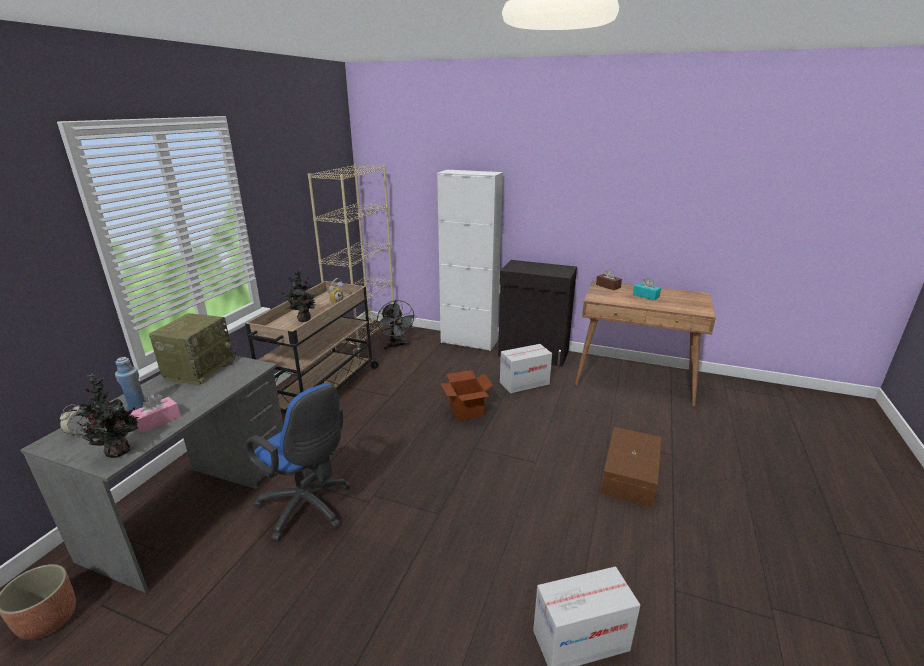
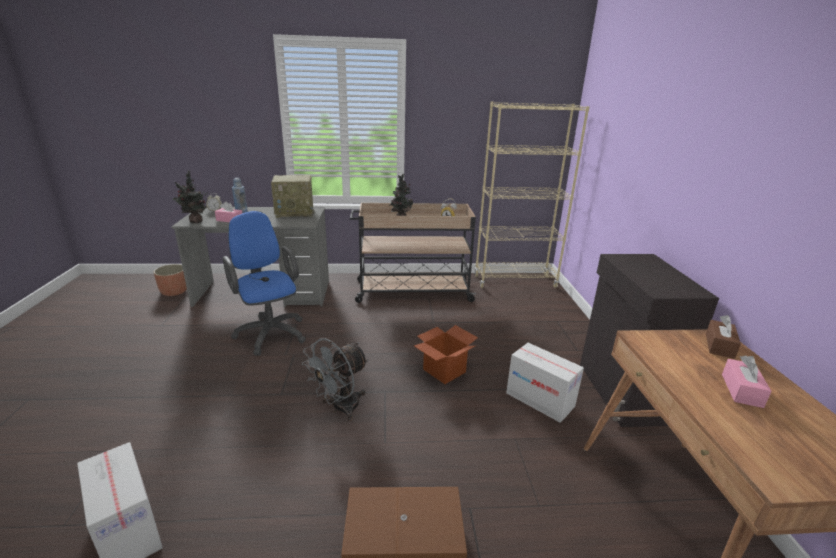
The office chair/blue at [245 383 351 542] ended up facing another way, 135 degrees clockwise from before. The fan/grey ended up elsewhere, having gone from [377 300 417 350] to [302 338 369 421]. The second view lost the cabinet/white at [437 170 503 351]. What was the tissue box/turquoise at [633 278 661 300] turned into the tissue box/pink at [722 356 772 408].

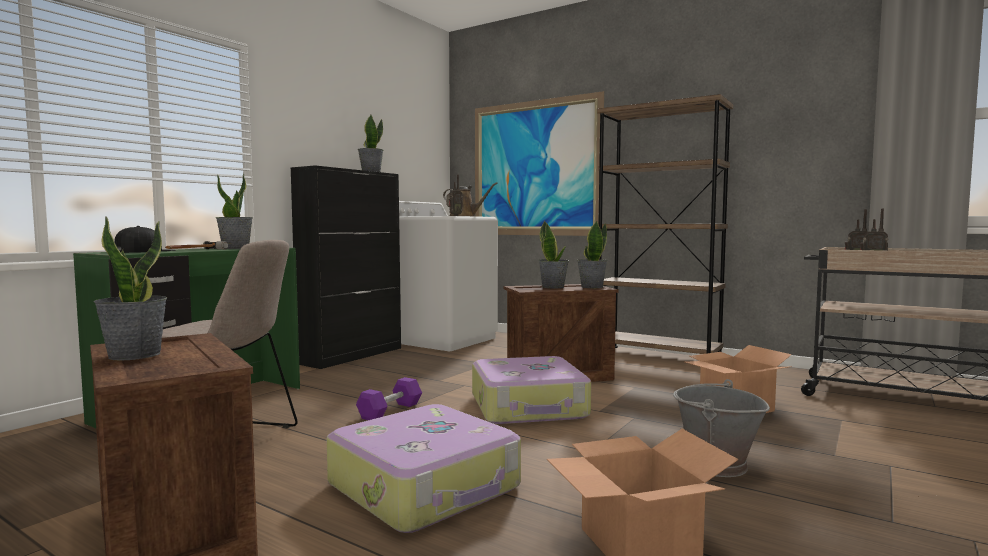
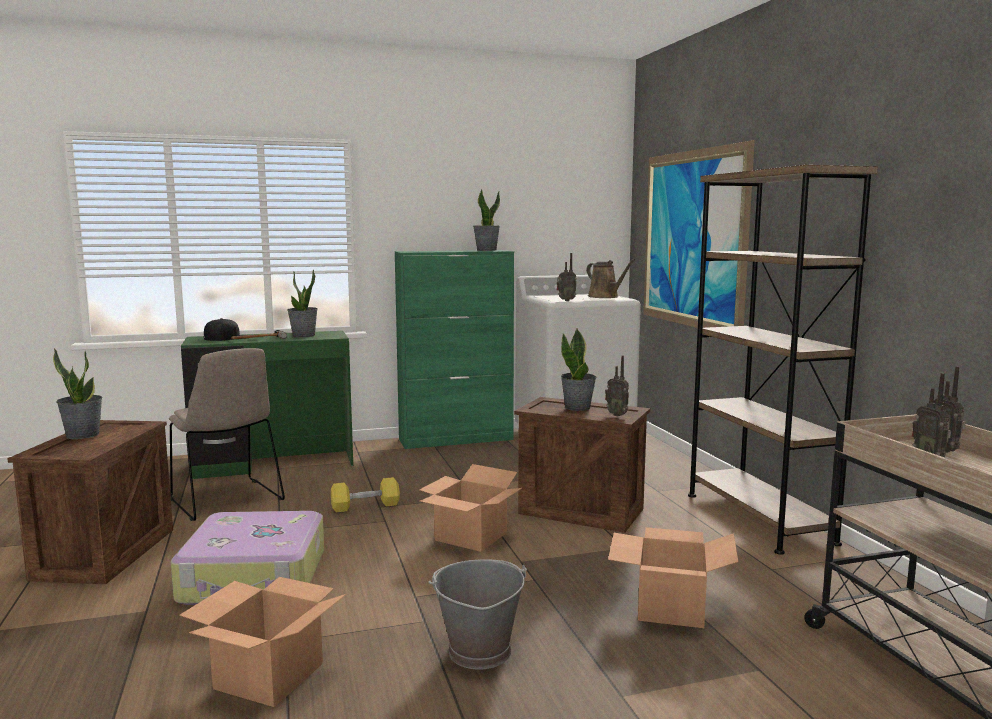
What was the cabinet/black at [291 165 401 369] turned into the cabinet/green at [395 250 514 449]. What was the dumbbell/purple at [356 377 422 420] turned into the dumbbell/yellow at [331 477 400 512]. Where the suitcase stood at [472 356 591 424], the cardboard box came to stand at [419 464 522 552]. Where the potted plant stood at [577 220 608 288], the radio came to stand at [605 355 629 416].

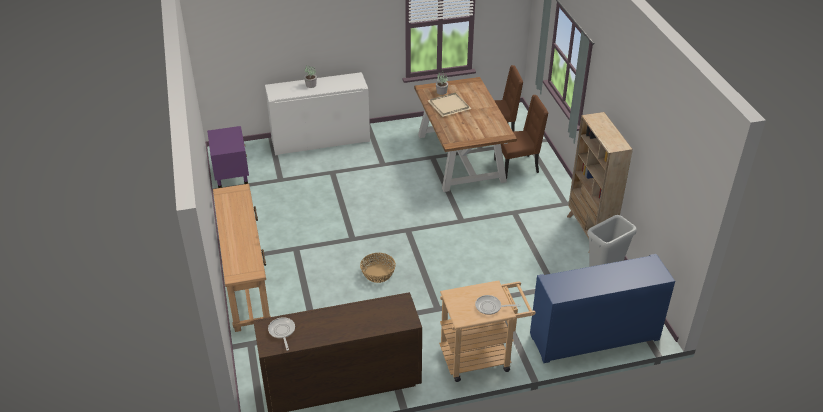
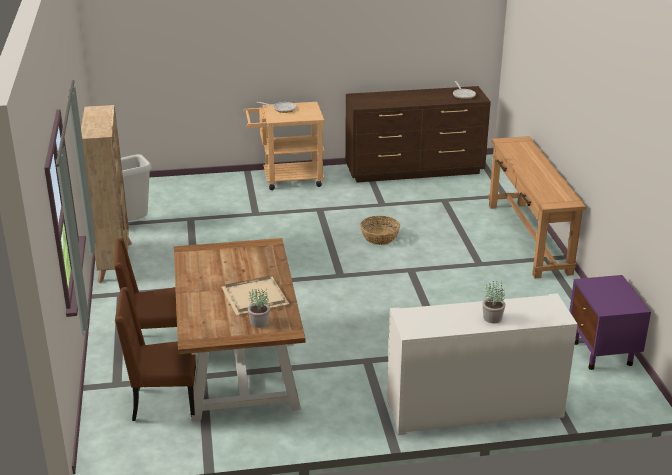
The second view lost the cabinet/blue at [530 254 675 363].

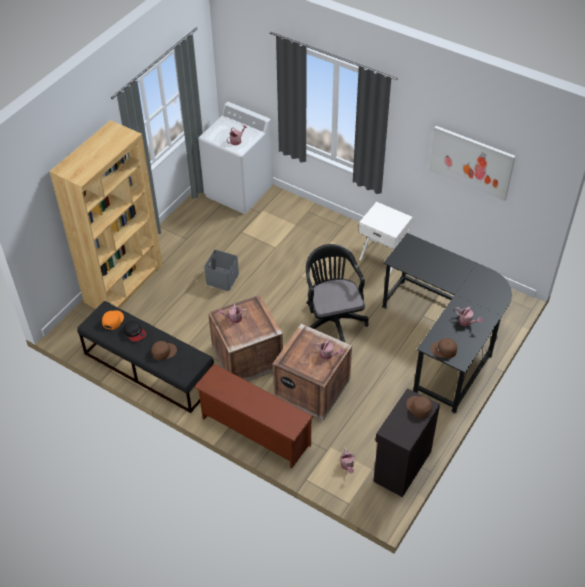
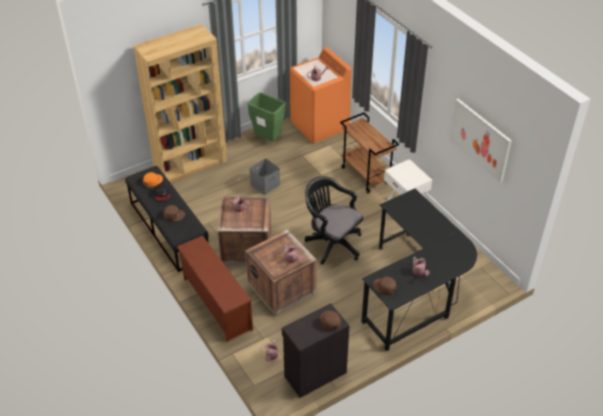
What was the washing machine/white at [198 102 273 214] turned into the washing machine/orange at [290 47 352 143]. The office chair/black at [306 244 369 342] ended up facing another way, 60 degrees counterclockwise from before. The second view gained the trash can/green at [247 92 286 141]. The second view gained the cart/brown at [340 112 399 193].

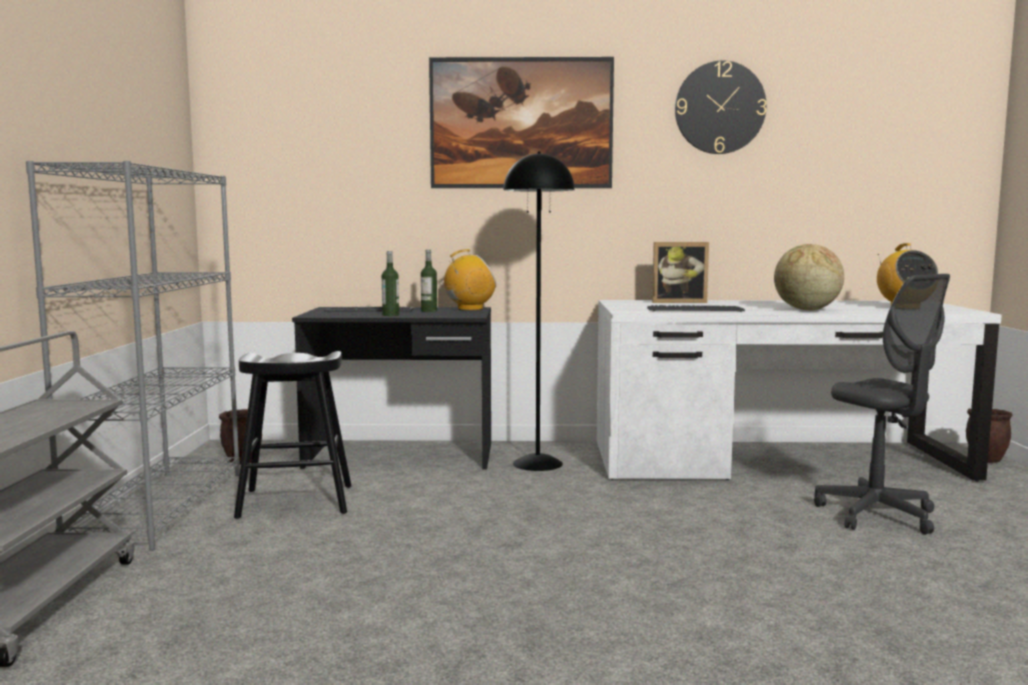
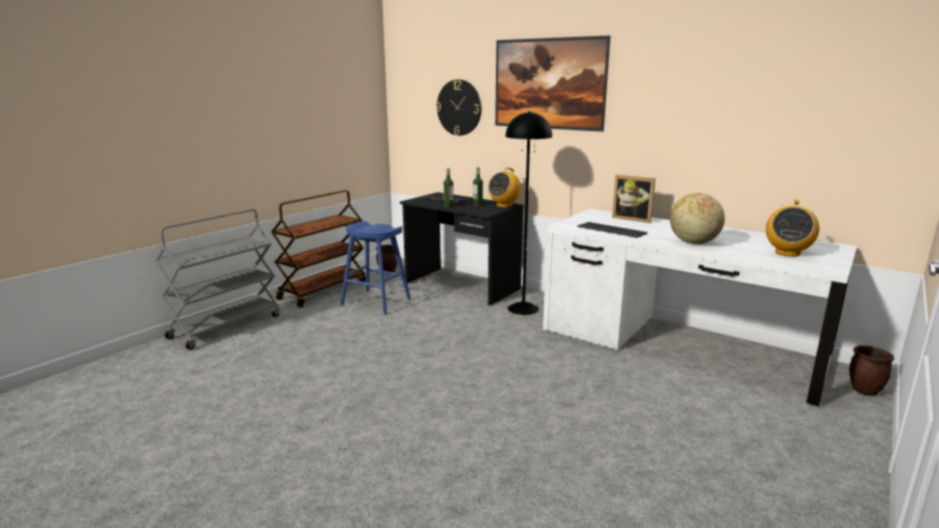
Where the bookcase/grey stood at [26 161 240 551], the cart/brown came to stand at [271 190 366 308]. What was the stool/black at [234 351 351 519] turned into the stool/blue at [340 221 411 315]. The radio at [444 249 496 311] ended up facing another way, 120 degrees clockwise from before. The wall clock ended up elsewhere, having gone from [675 61 767 154] to [436 80 482 136]. The second view lost the office chair/grey at [814 274 950 535].

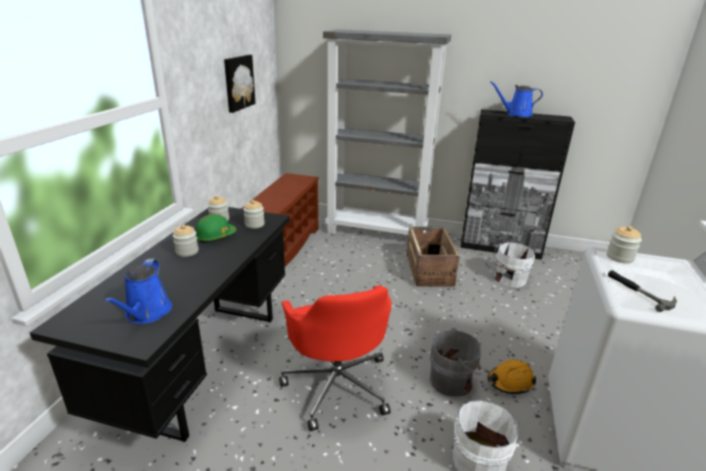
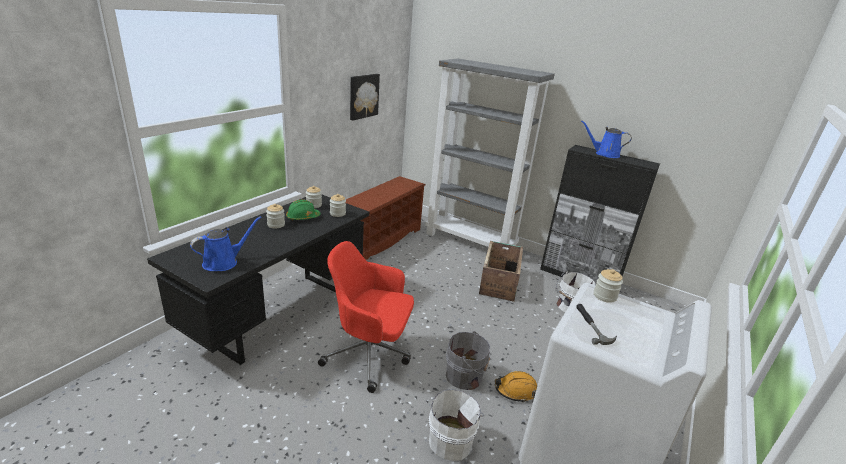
The watering can/blue at [104 259 172 324] ended up facing another way, 150 degrees counterclockwise from before. The office chair/red at [279 285 392 431] ended up facing another way, 105 degrees clockwise from before.

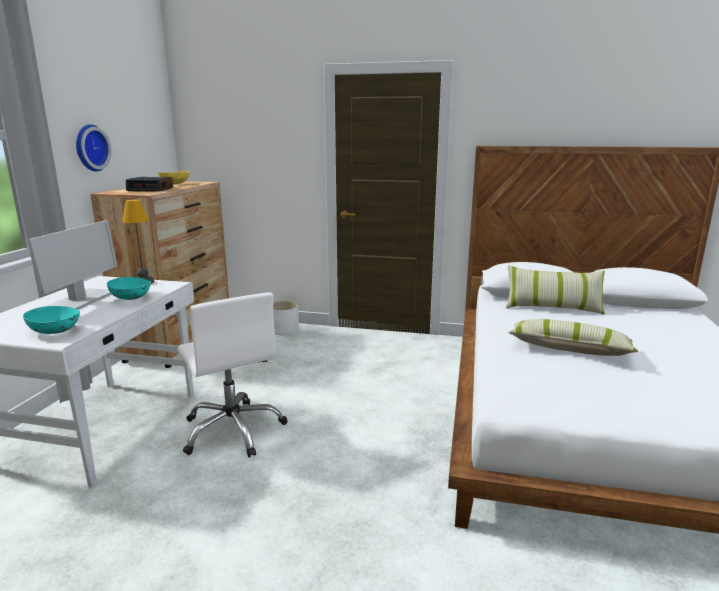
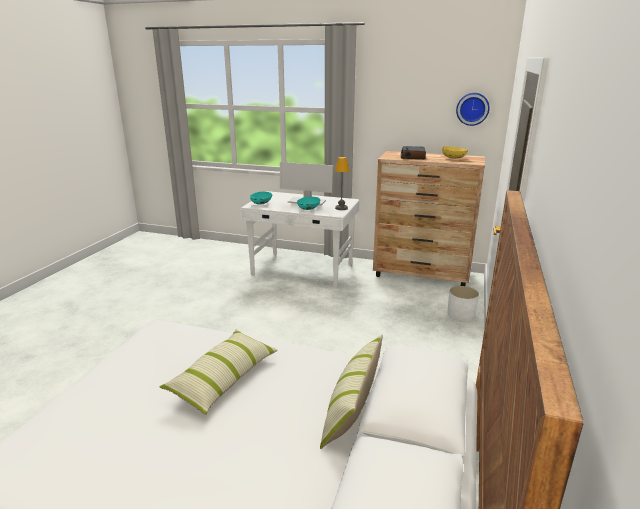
The wall clock ended up elsewhere, having gone from [76 124 111 171] to [456 93 490 126]. The second view lost the office chair/white at [177 292 287 457].

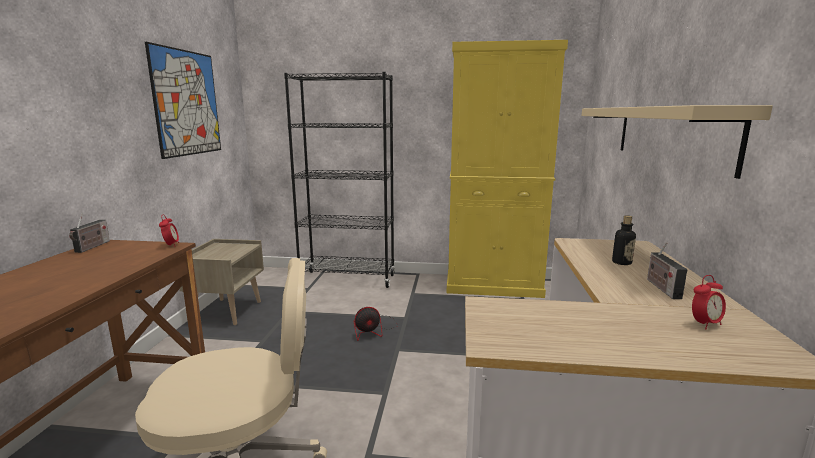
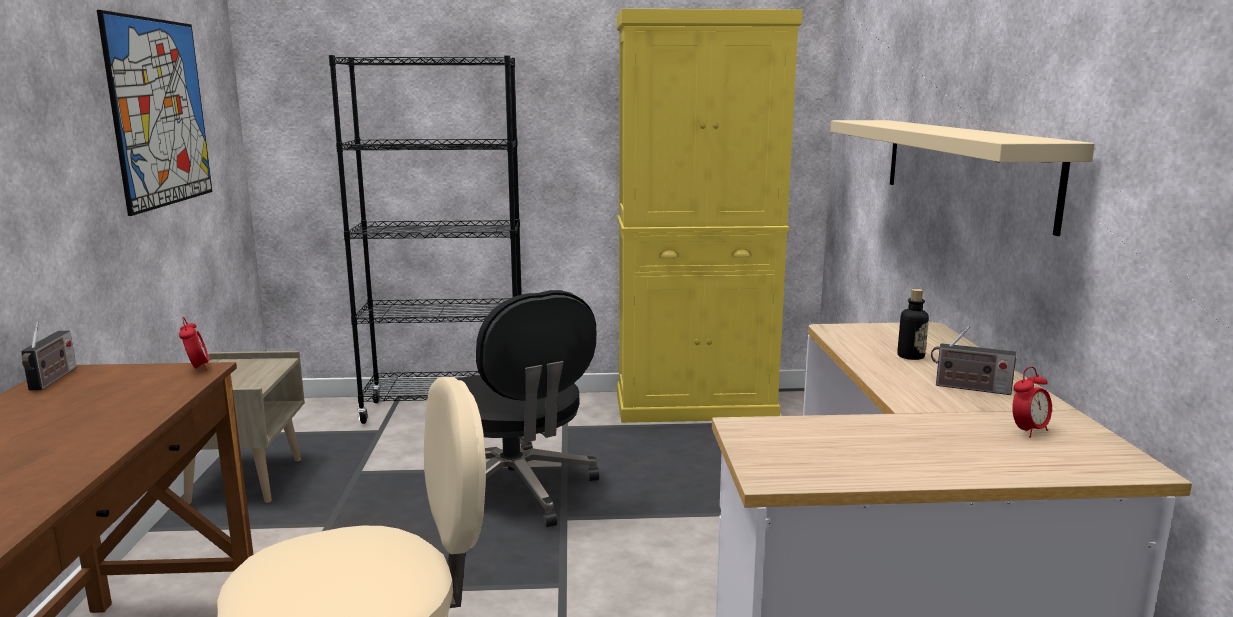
Where the fan stood at [354 307 398 341], the office chair/black came to stand at [457 290 599 527]. The radio at [647 242 687 299] ended up facing another way, 60 degrees counterclockwise from before.

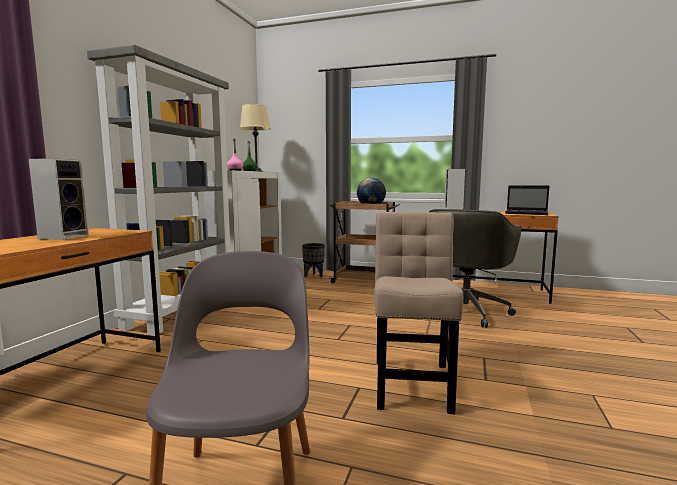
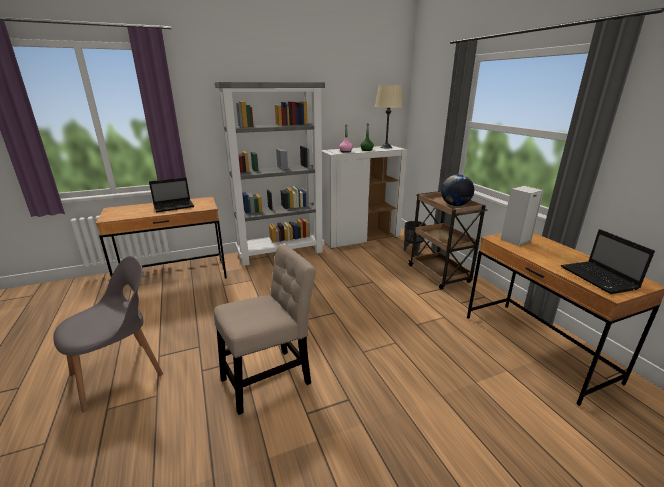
Where the speaker stood at [29 158 89 240], the laptop came to stand at [149 177 194 212]. The second view lost the office chair/grey at [429 209 522 328].

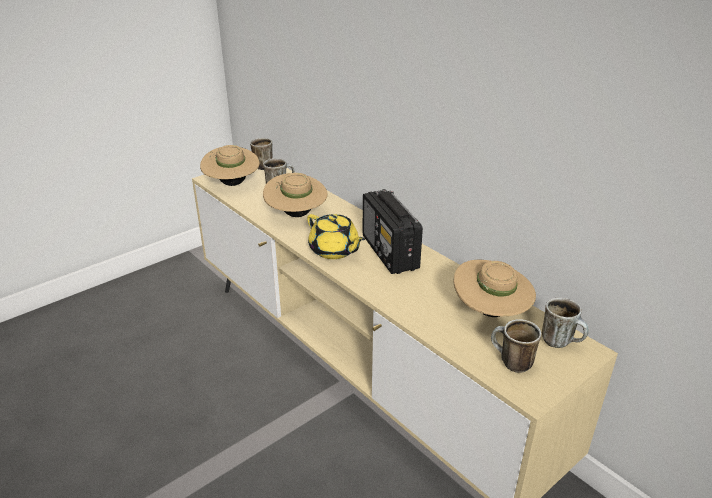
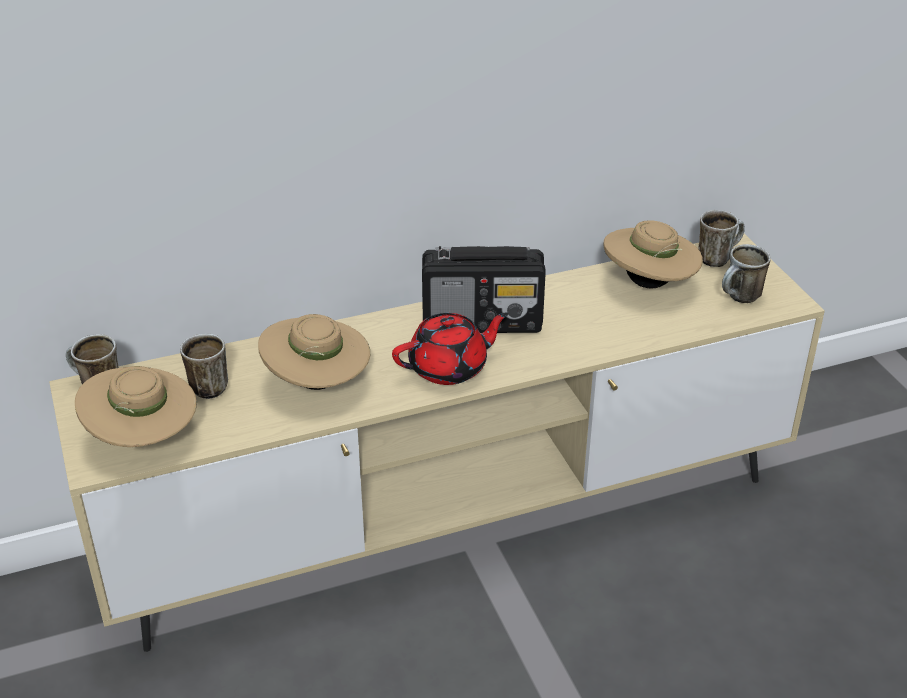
What was the teapot/yellow at [307 214 365 259] turned into the teapot/red at [392 312 509 385].

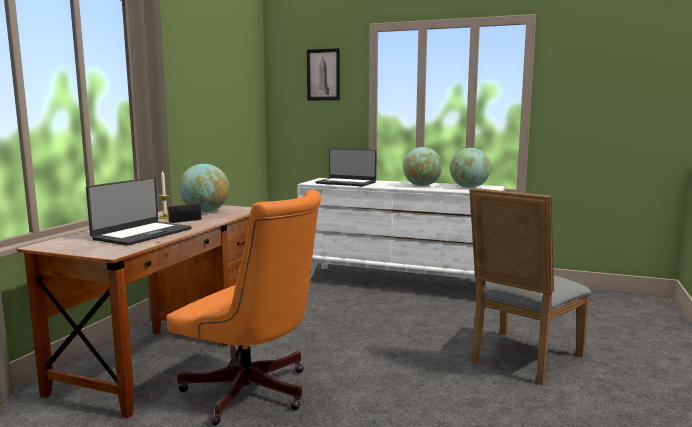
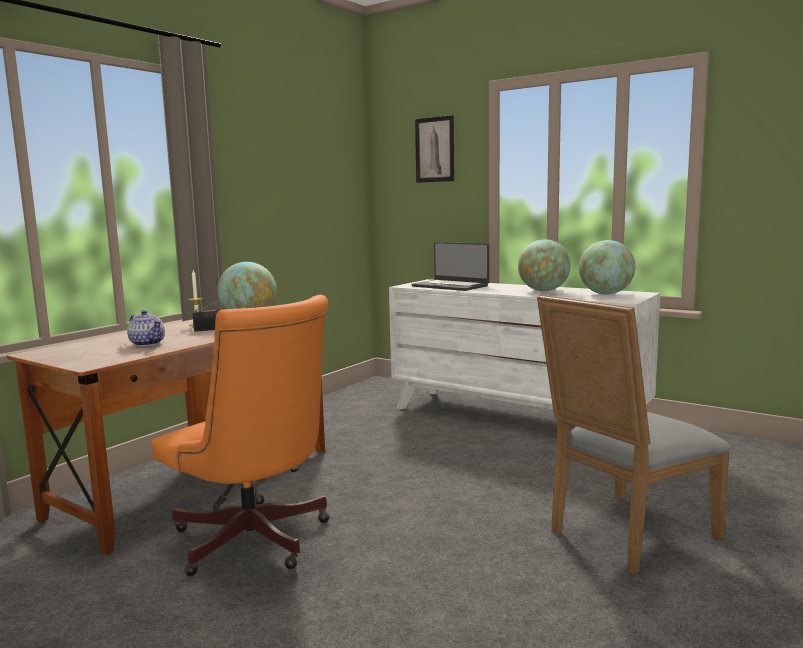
Where the laptop stood at [86 177 191 246], the teapot came to stand at [127 310 165 346].

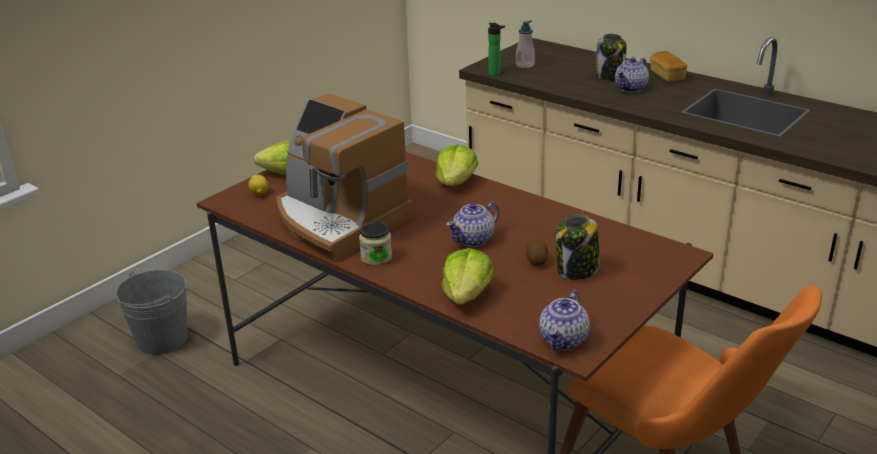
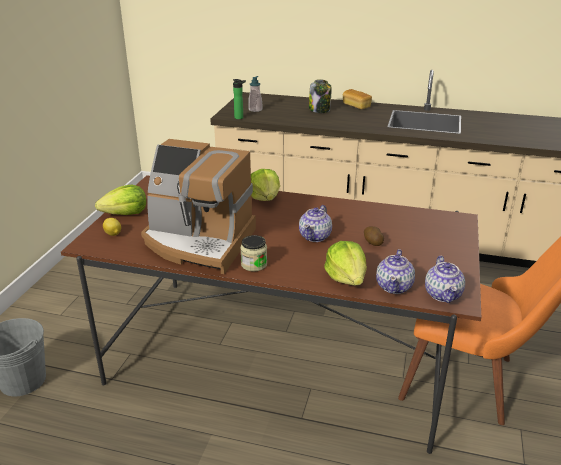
The second view lost the jar at [556 214 600 280]. The teapot ended up elsewhere, having gone from [615 57 649 92] to [376 249 415 294].

